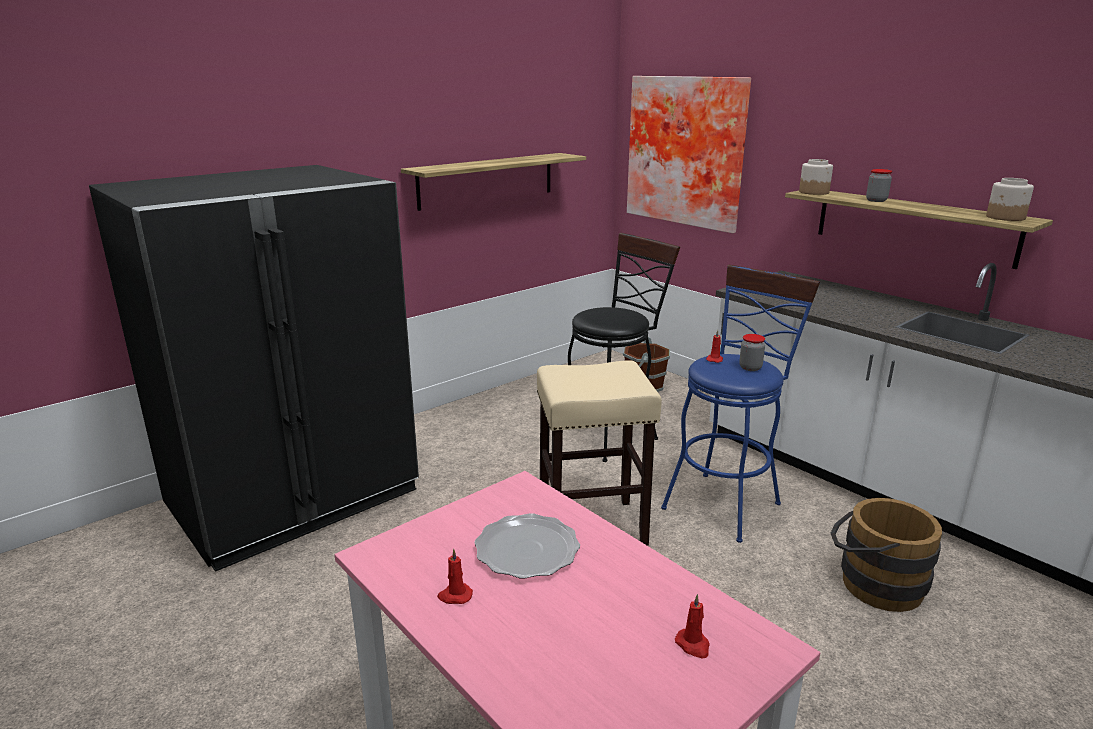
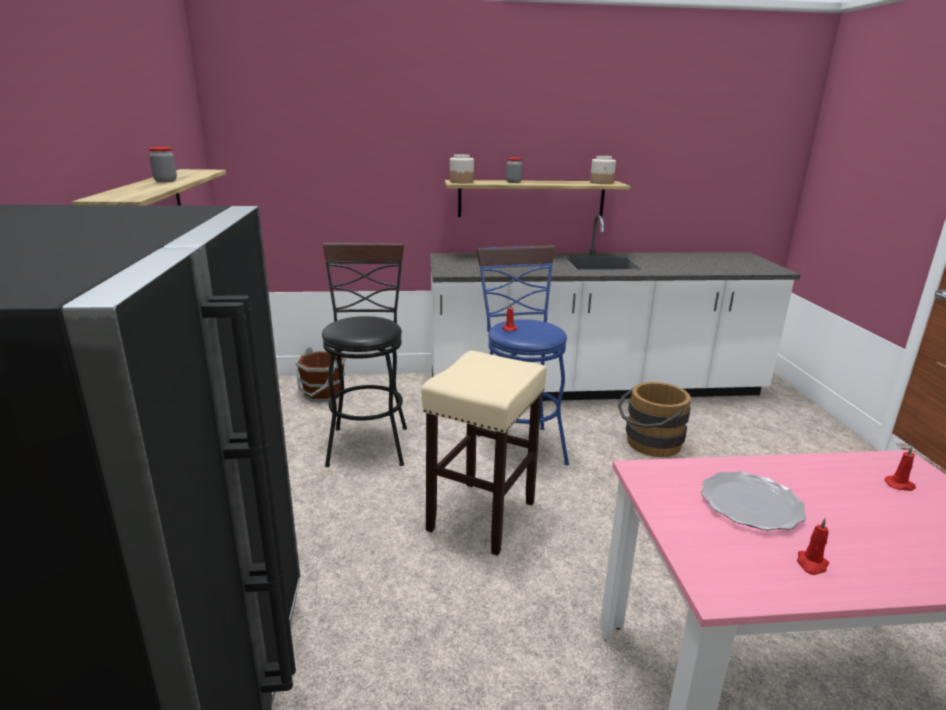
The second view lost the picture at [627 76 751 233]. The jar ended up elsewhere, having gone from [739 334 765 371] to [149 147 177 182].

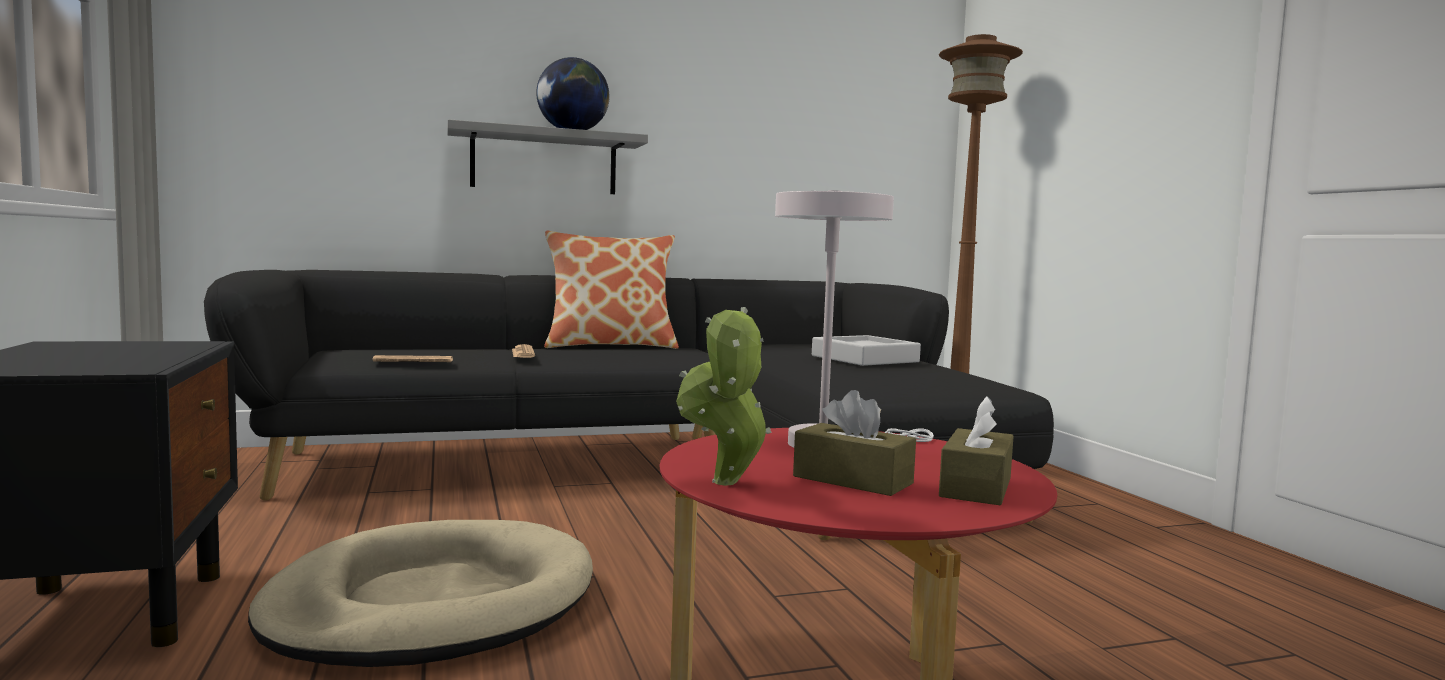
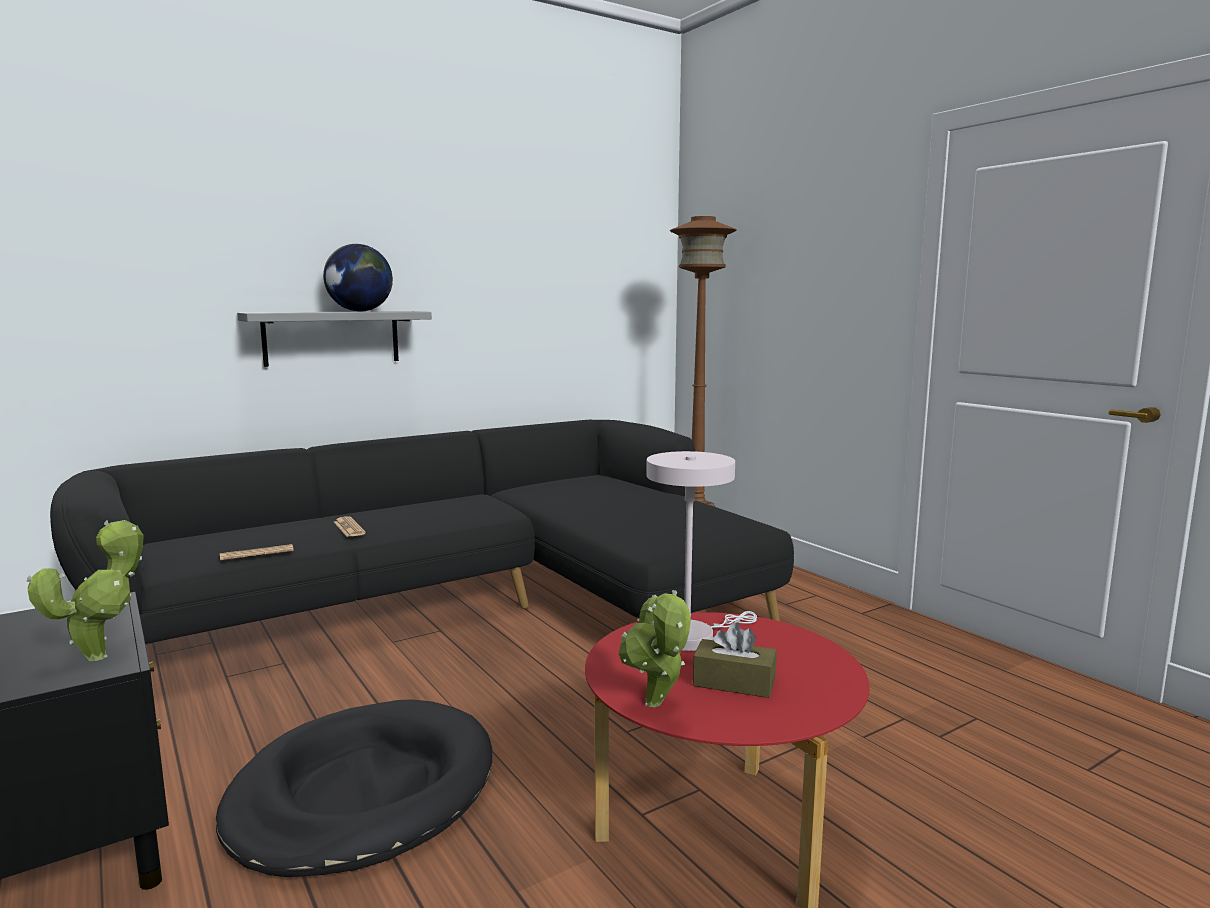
What was the dog bed/beige at [248 520 593 667] turned into the dog bed/black at [216 699 492 877]. The second view lost the pillow at [544 231 679 349]. The second view lost the tray/grey at [812 335 921 366]. The second view lost the tissue box/brown at [939 396 1014 505]. The second view gained the potted plant at [27 520 144 661].

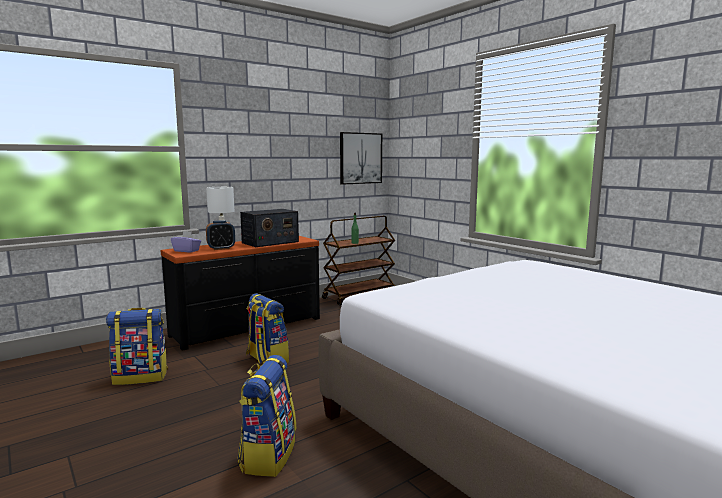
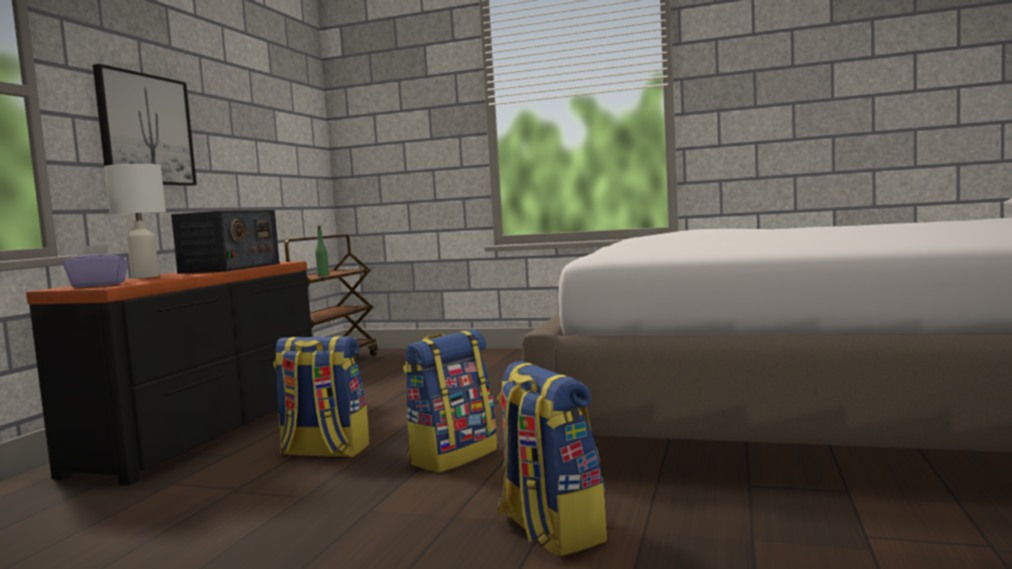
The backpack ended up elsewhere, having gone from [106 308 168 385] to [403 330 497 473]. The second view lost the alarm clock at [206 220 235 250]. The picture ended up elsewhere, having gone from [340 132 382 185] to [93 64 197 186].

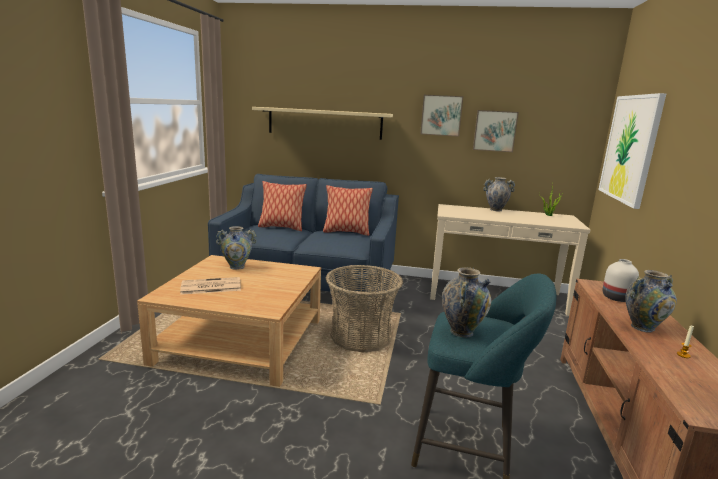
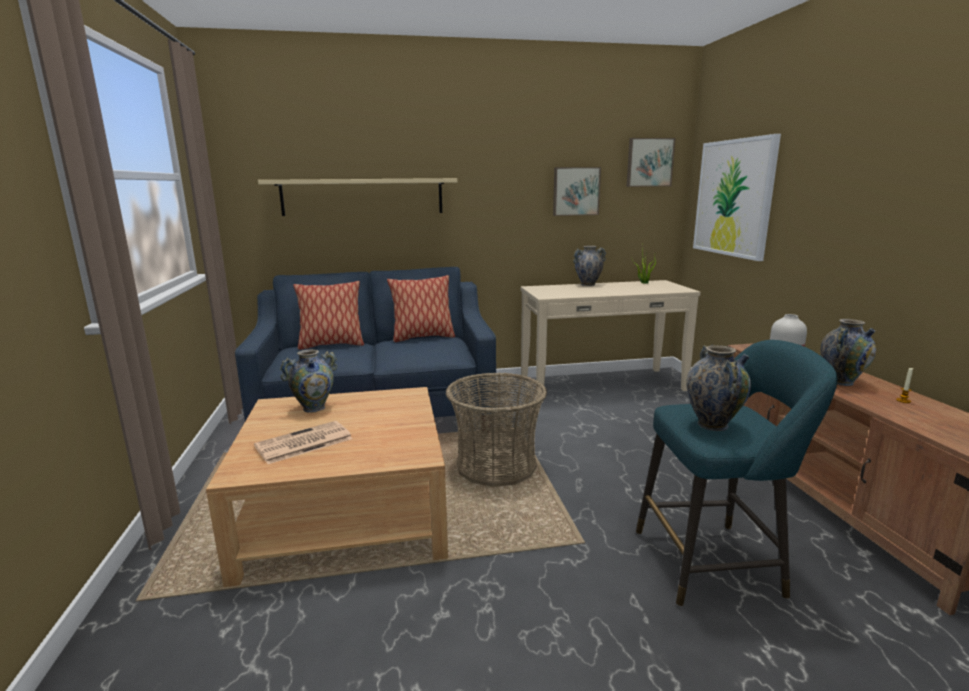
The picture ended up elsewhere, having gone from [420 95 463 137] to [626 138 676 187].

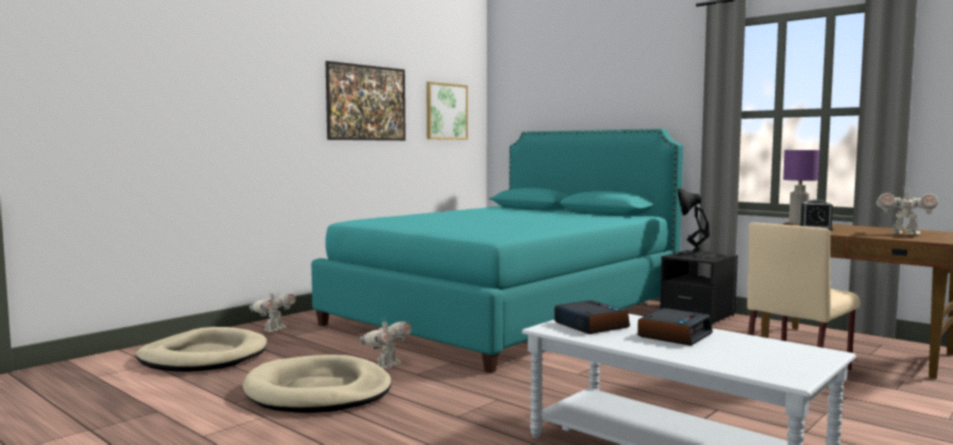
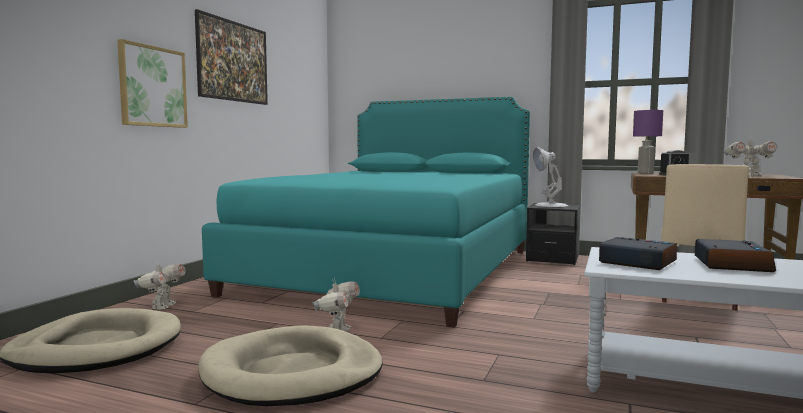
The picture ended up elsewhere, having gone from [426 82 468 140] to [118 39 188 128]. What was the table lamp/black at [678 188 717 258] turned into the table lamp/white at [533 147 568 207].

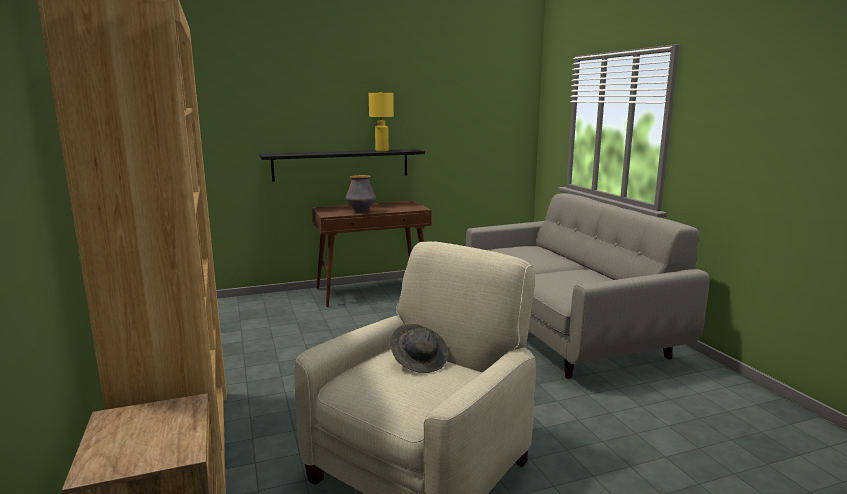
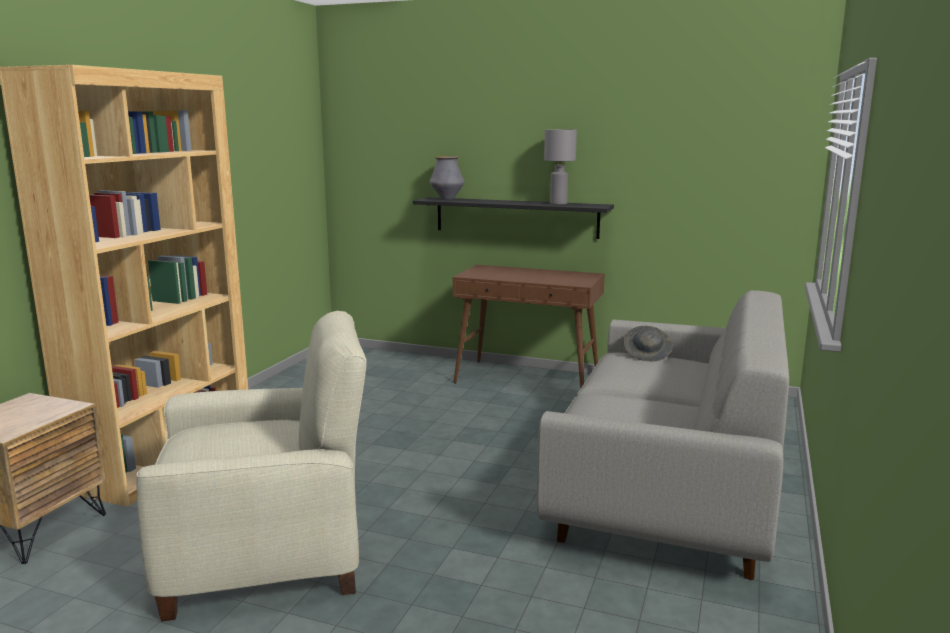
The vase ended up elsewhere, having gone from [346 175 376 213] to [429 156 465 200]. What was the table lamp/yellow at [369 93 394 151] turned into the table lamp/grey at [544 129 577 205]. The hat/grey ended up elsewhere, having gone from [391 324 448 373] to [623 326 673 361].

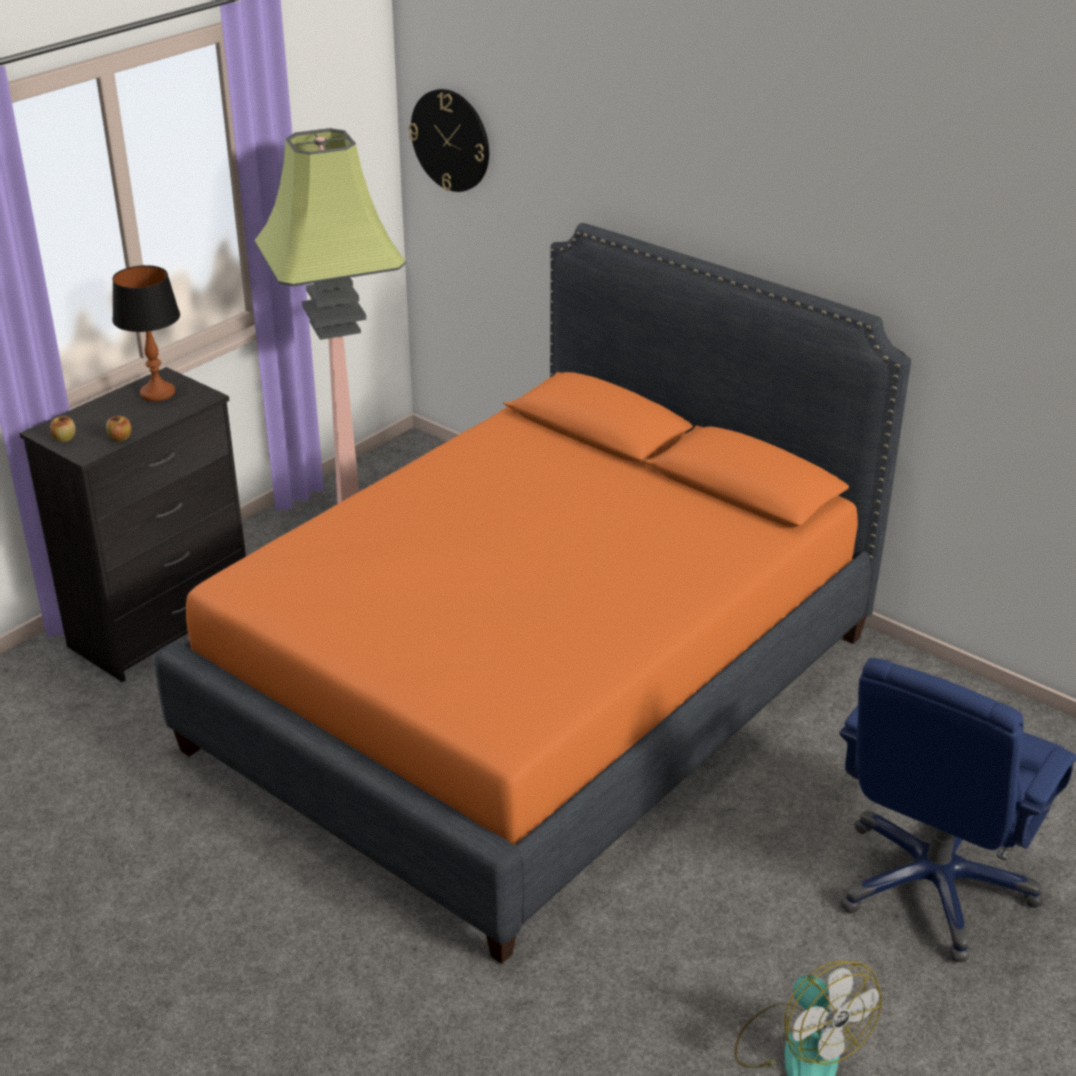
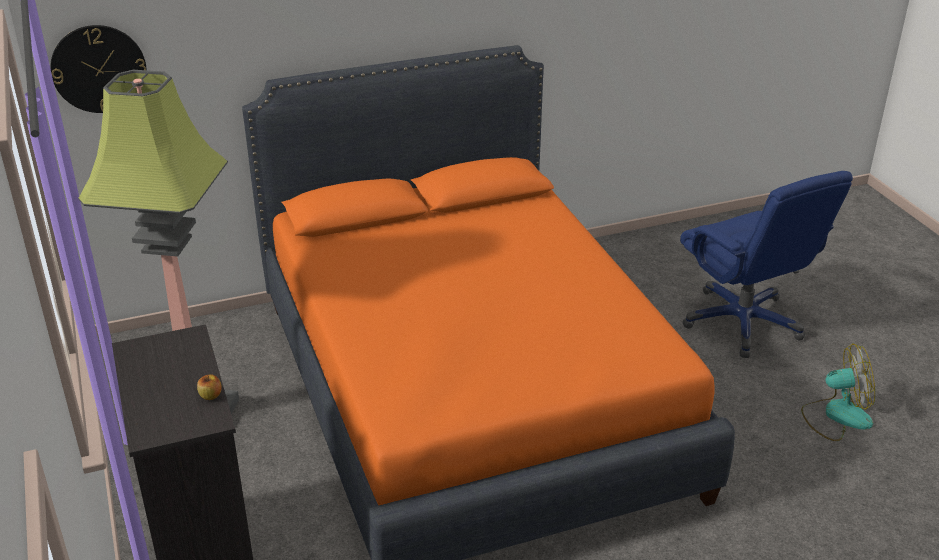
The second view lost the apple at [50 416 76 442]. The second view lost the table lamp at [112 265 180 401].

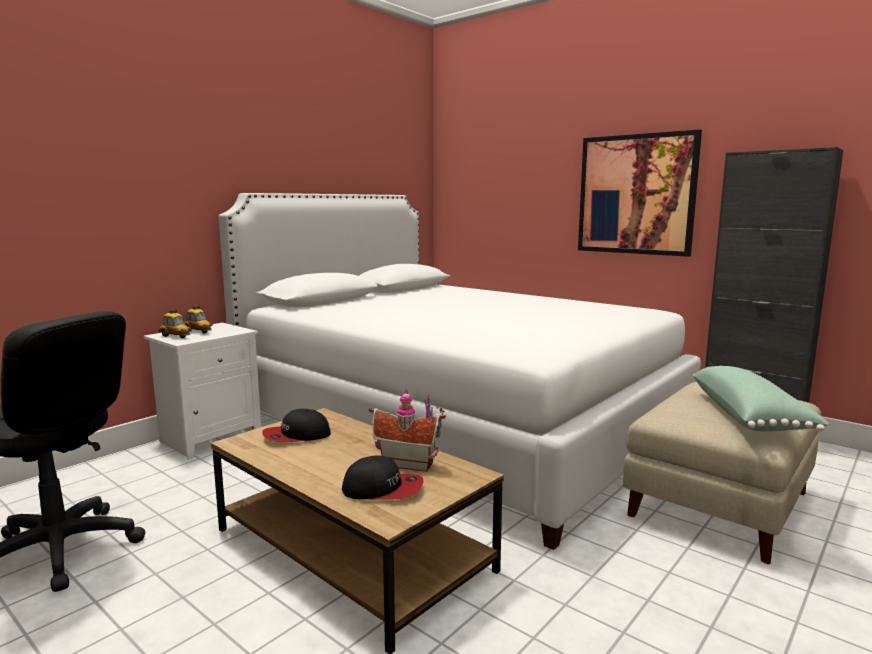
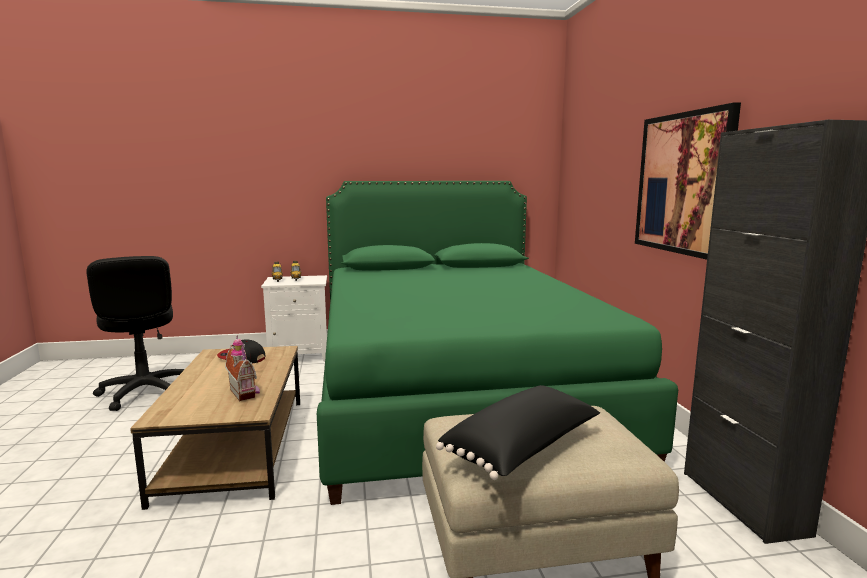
What was the bed/white at [219 193 701 550] turned into the bed/green at [317 181 678 505]. The second view lost the cap at [342 455 423 500]. What was the pillow/green at [693 366 829 431] turned into the pillow/black at [436 385 600 480].

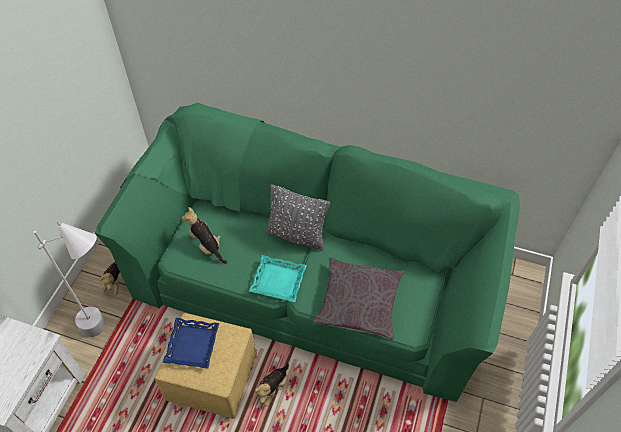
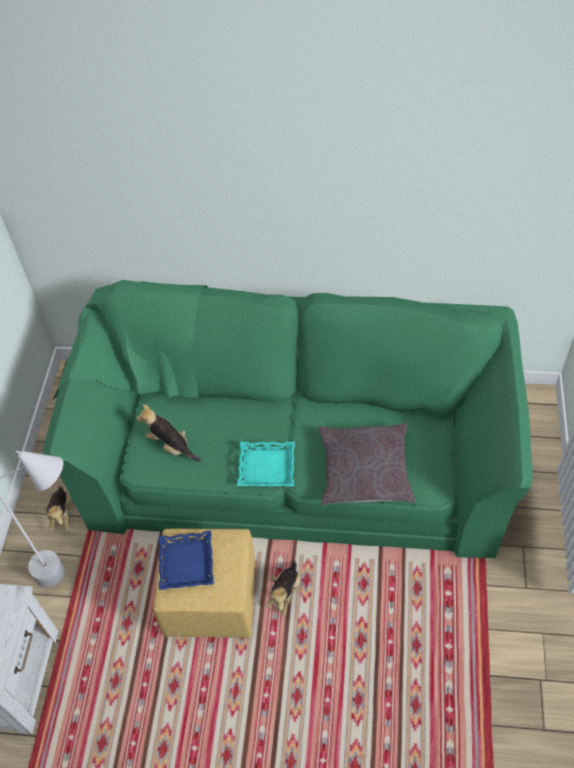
The second view lost the pillow/grey at [266 184 330 251].

